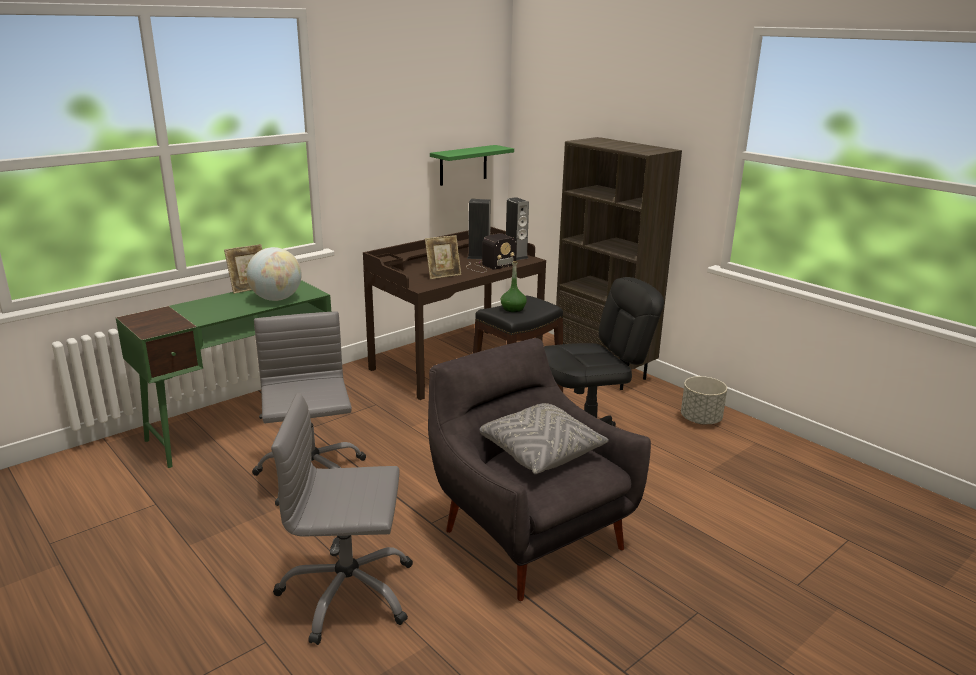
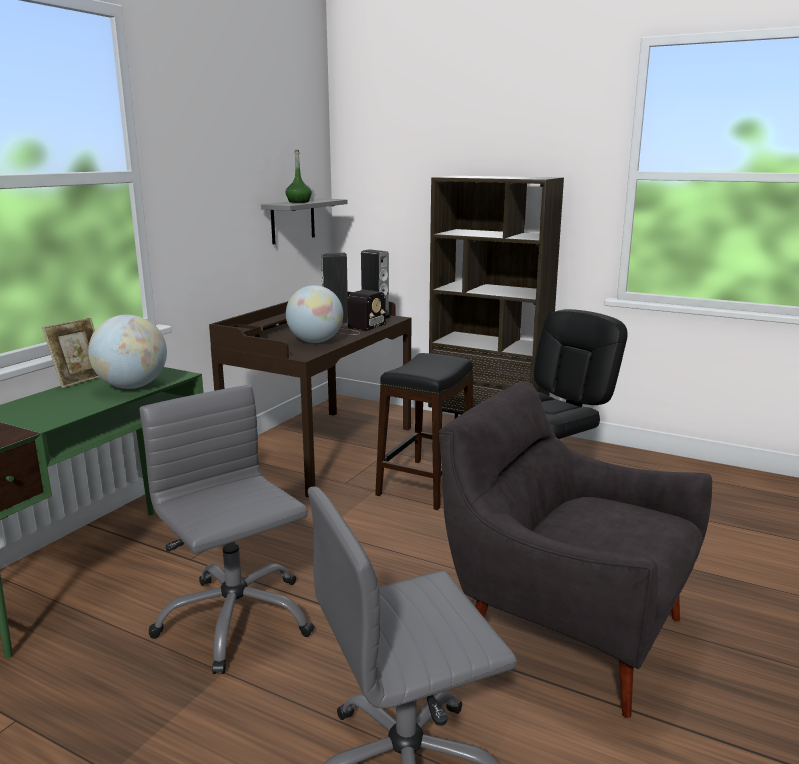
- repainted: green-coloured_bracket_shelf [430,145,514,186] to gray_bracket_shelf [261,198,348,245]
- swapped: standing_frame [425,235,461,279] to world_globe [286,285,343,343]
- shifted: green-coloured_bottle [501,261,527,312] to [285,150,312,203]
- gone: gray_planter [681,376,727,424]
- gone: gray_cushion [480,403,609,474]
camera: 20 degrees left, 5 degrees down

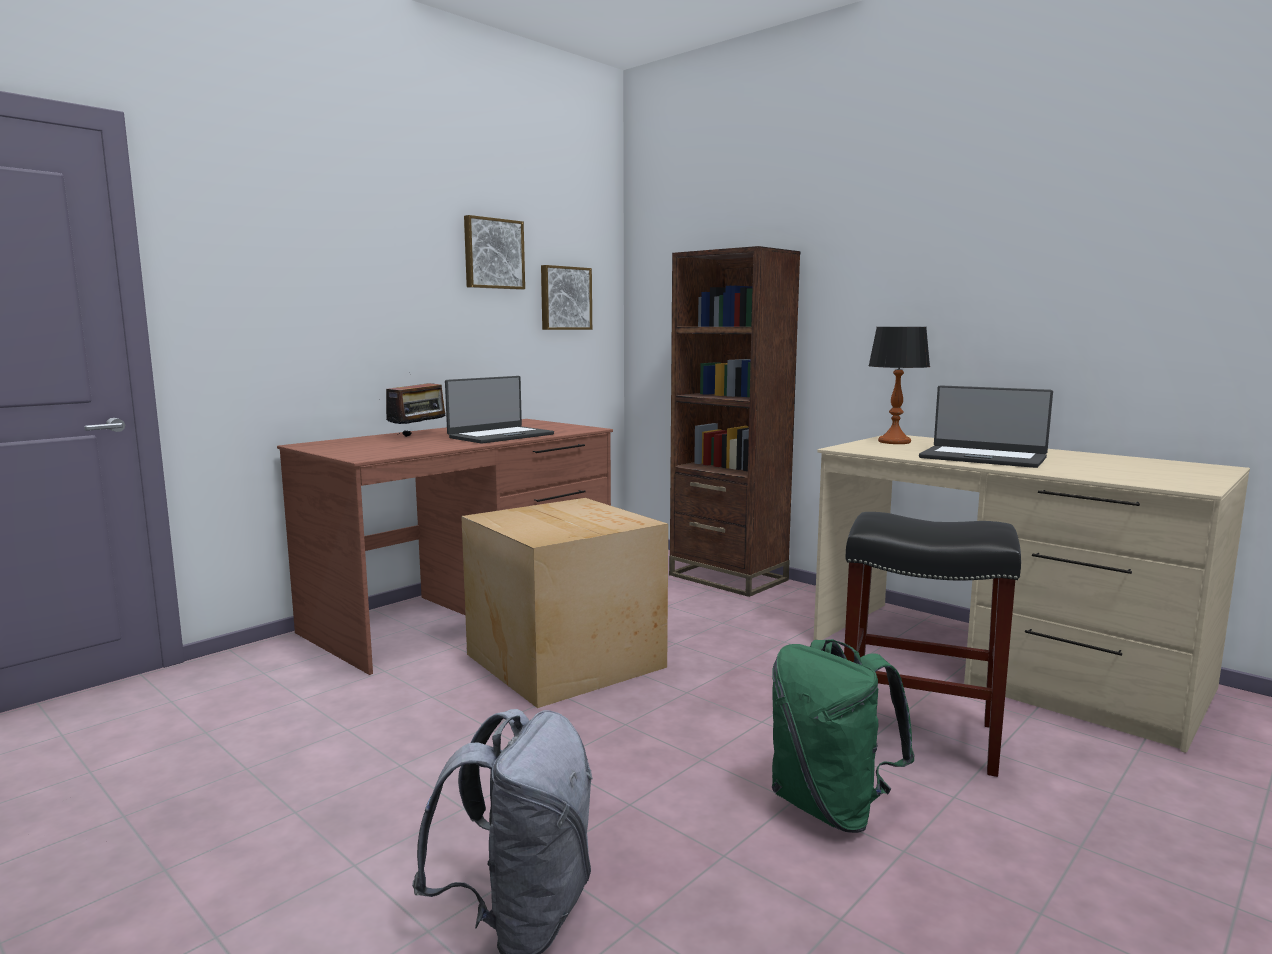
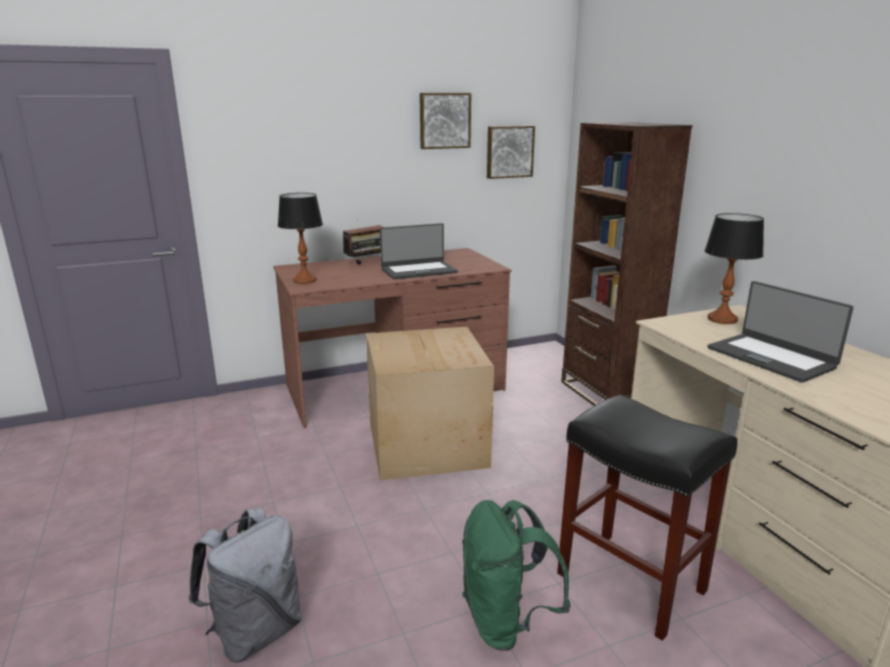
- new: tabletop_lamp [278,193,323,284]
camera: 25 degrees right, 10 degrees up

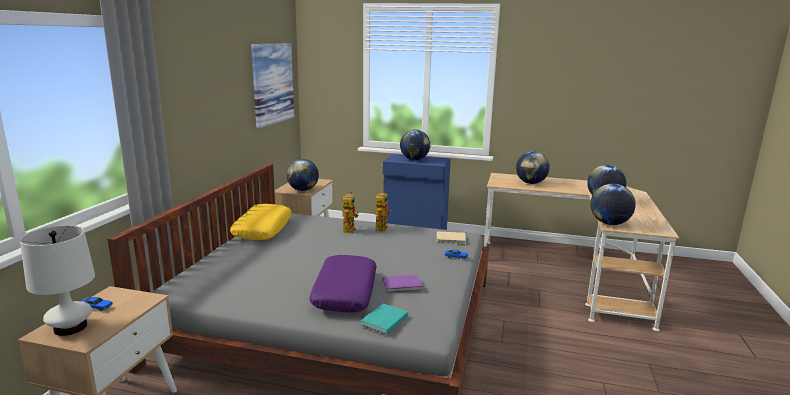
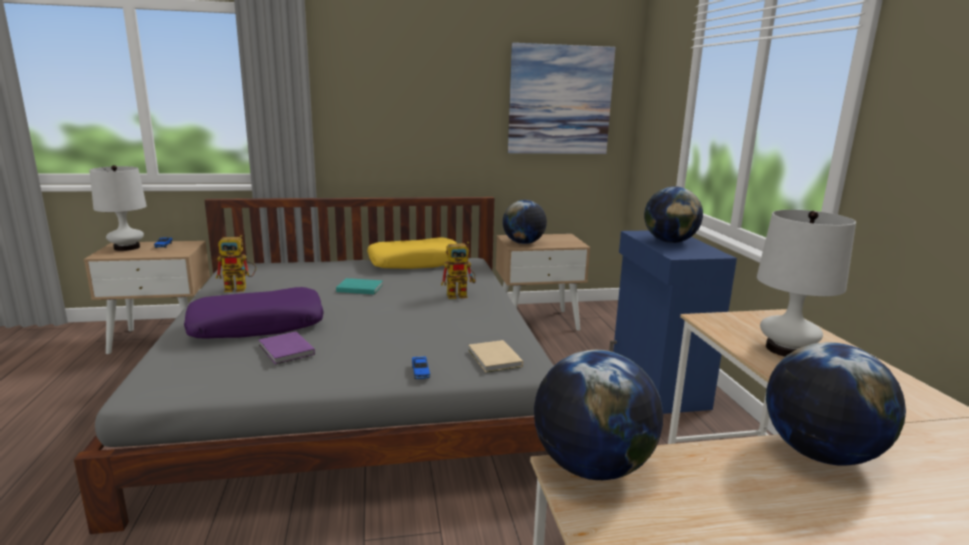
- swapped: world_globe [516,151,550,184] to whitish_tabletop_lamp [757,210,856,357]
- shifted: toy_robot [375,190,391,232] to [216,235,256,292]
- shifted: turquoise-coloured_volume [361,304,408,334] to [336,278,383,295]
camera: 65 degrees right, 0 degrees up

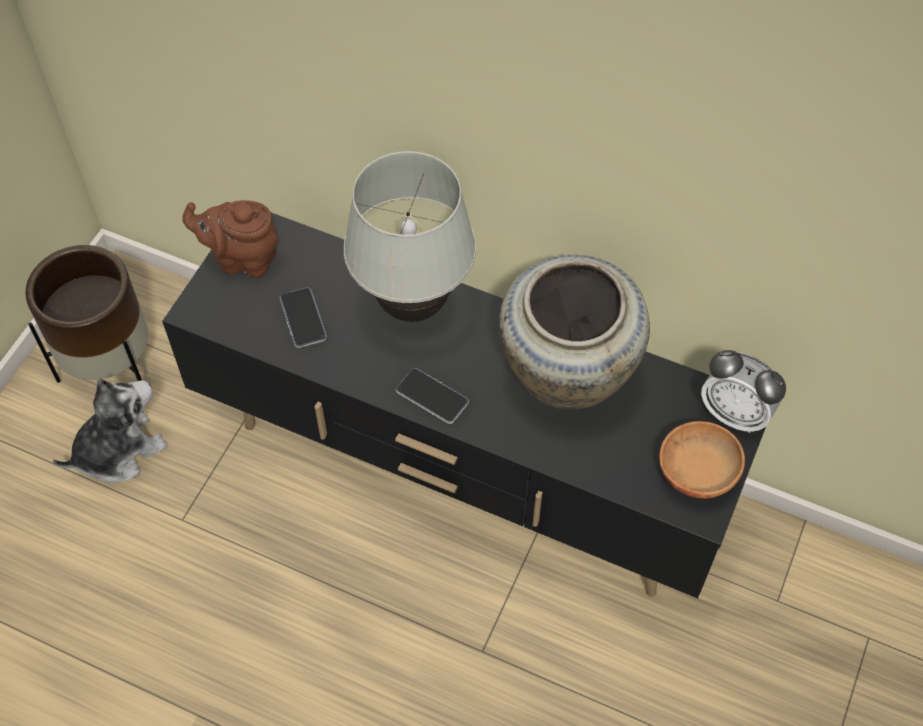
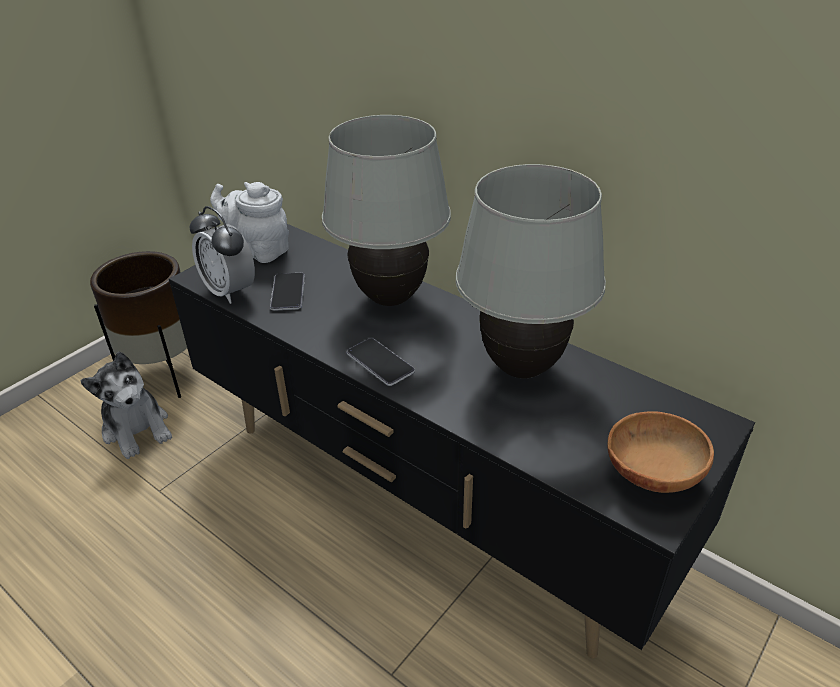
- repainted: brown_pot_for_tea [183,200,279,278] to whitish_pot_for_tea [210,182,289,263]
- swapped: beige_flower_vase [499,254,650,410] to whitish_tabletop_lamp [456,164,606,378]
- shifted: table_clock [701,350,786,434] to [189,206,255,304]
- rotated: cuddly_toy [53,378,167,483] = [80,352,172,459] 75 degrees clockwise
camera: 15 degrees right, 20 degrees down

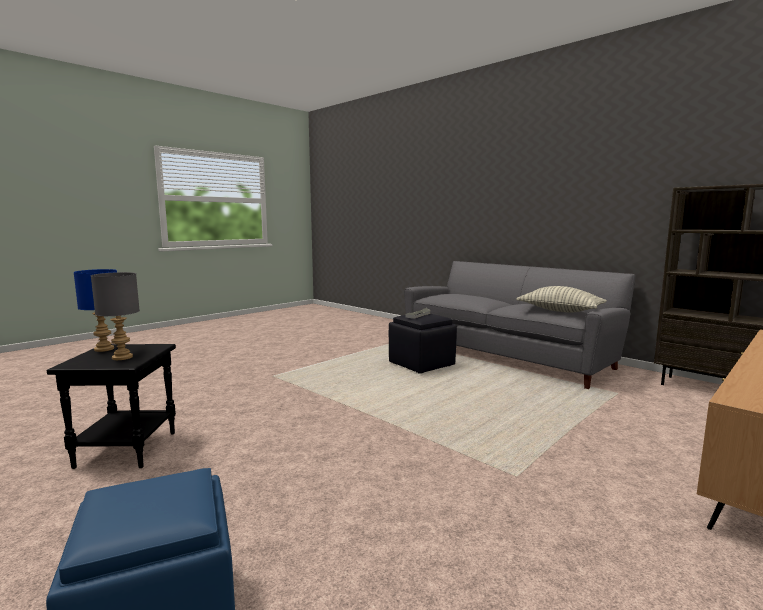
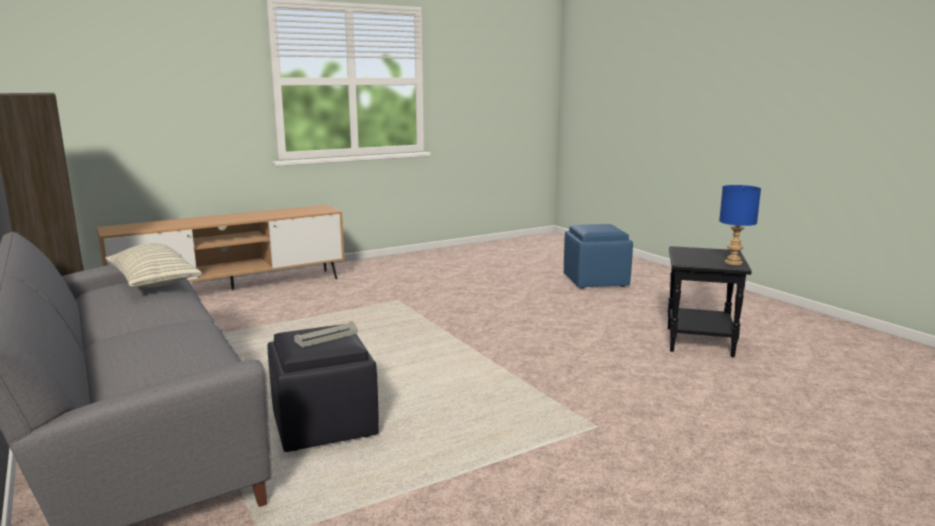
- gone: gray_tabletop_lamp [91,272,140,360]
camera: 165 degrees left, 5 degrees up

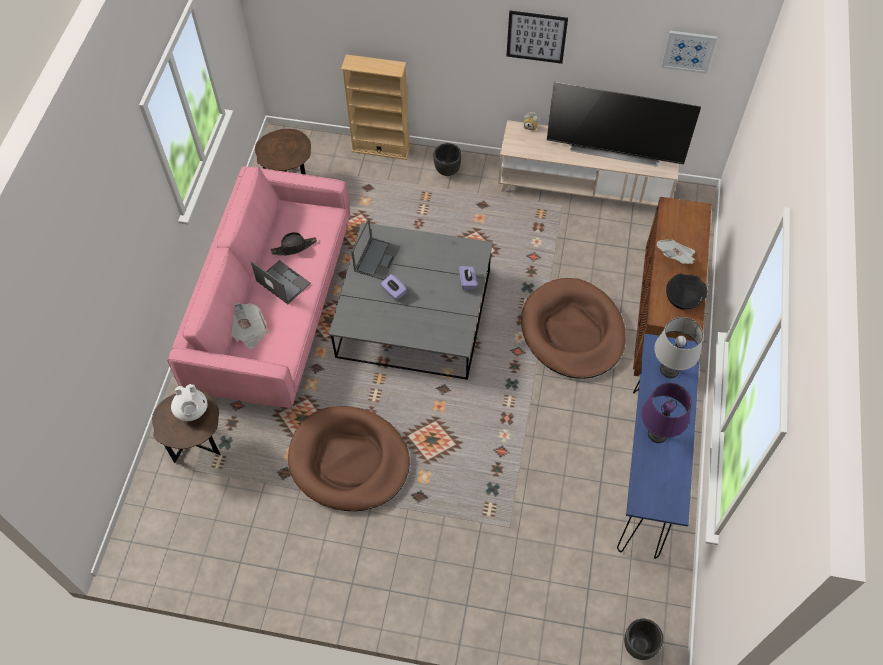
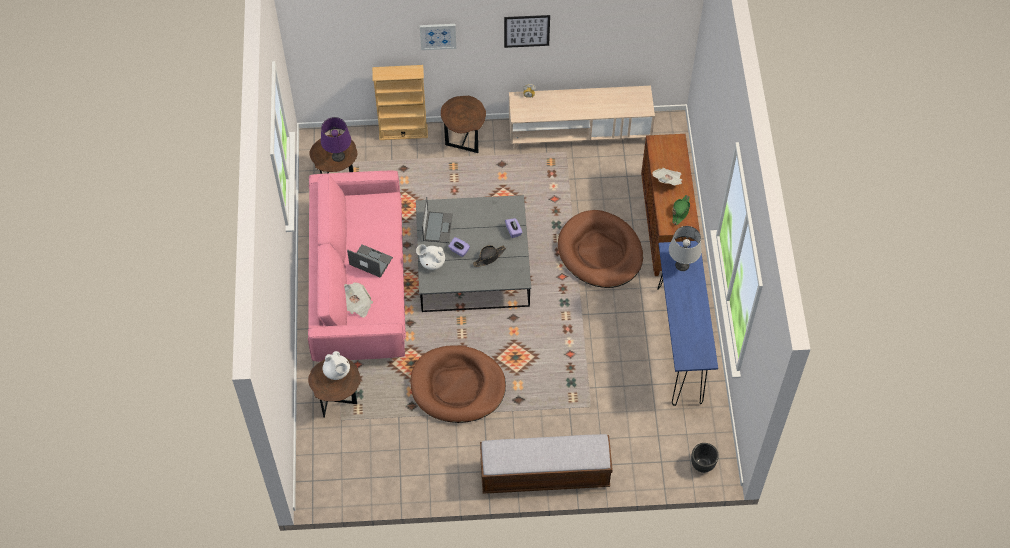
- shifted: wall_picture [661,31,717,74] to [420,24,456,50]
- gone: TV_set [547,82,701,167]
- swapped: black_planter [434,143,462,176] to brown_side_table [441,96,486,153]
- shifted: black_clothing_hat [271,232,317,256] to [473,245,506,267]
- swapped: black_deep_dish [666,273,707,310] to green-coloured_clothing_hat [673,195,690,225]
- shifted: purple_tabletop_lamp [641,383,692,443] to [321,117,351,162]
- new: whitish_pot_for_tea [416,244,445,270]
- new: long_seat [480,434,613,494]
camera: 15 degrees left, 0 degrees up

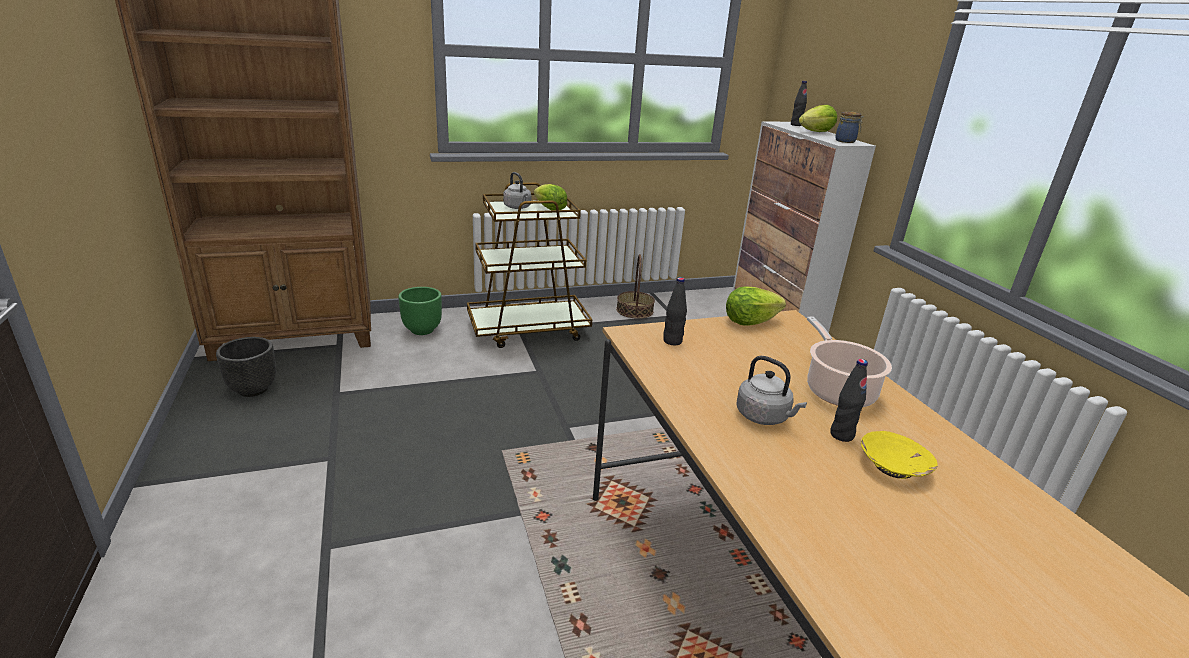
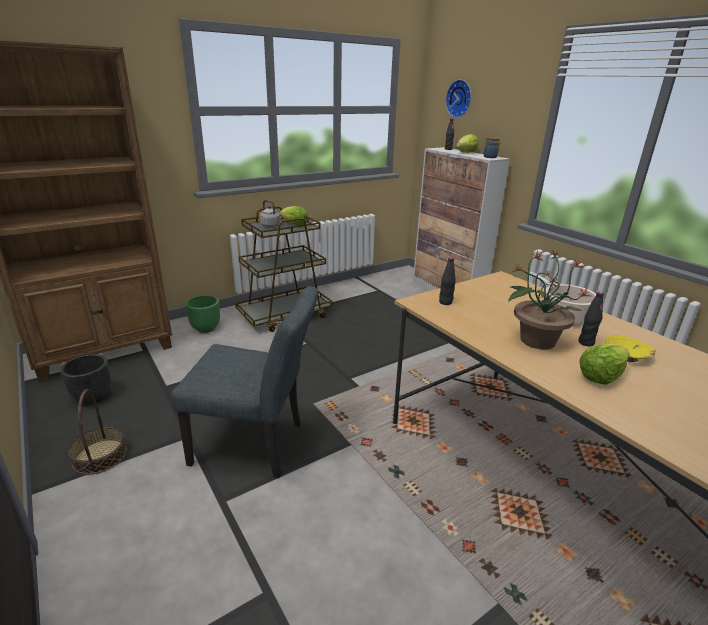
- shifted: household_basket [616,254,655,319] to [68,389,127,475]
- shifted: head_of_lettuce [726,286,786,326] to [579,344,630,385]
- swapped: gray_kettle [737,356,807,425] to potted_plant [508,250,590,350]
- new: hanging_clock [446,79,471,118]
- new: gray_chair [171,286,318,478]
camera: 15 degrees left, 0 degrees up

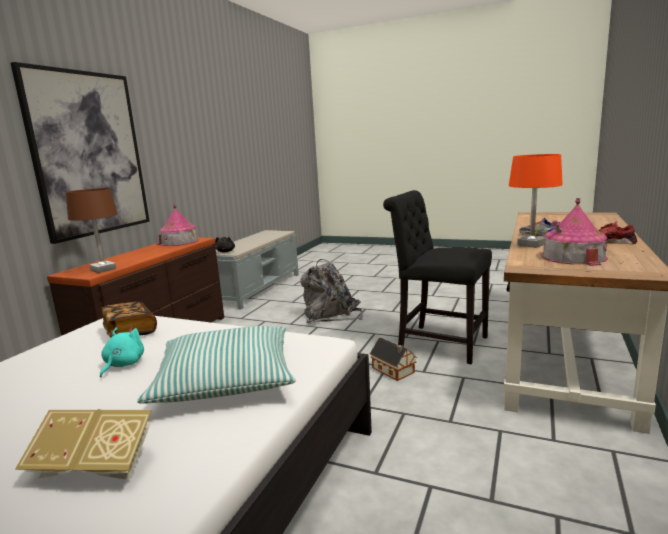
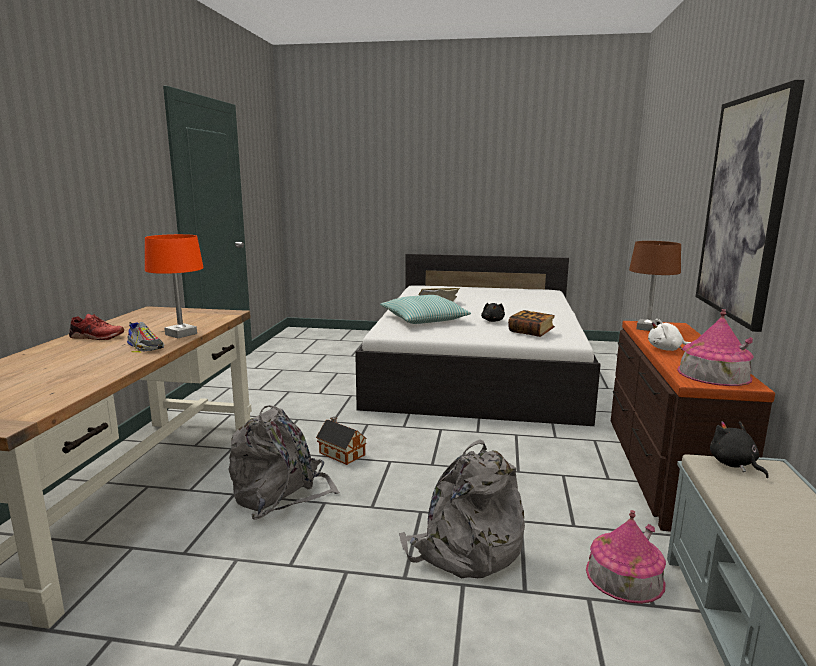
- swapped: black_chair [383,190,492,364] to gray_backpack [228,405,340,520]
- shifted: miniature_house [541,198,608,266] to [586,510,666,604]
- repainted: turquoise-coloured_cuddly_toy [100,326,144,377] to black_cuddly_toy [481,303,505,322]
- new: whitish_cuddly_toy [648,319,691,351]
camera: 165 degrees right, 0 degrees up

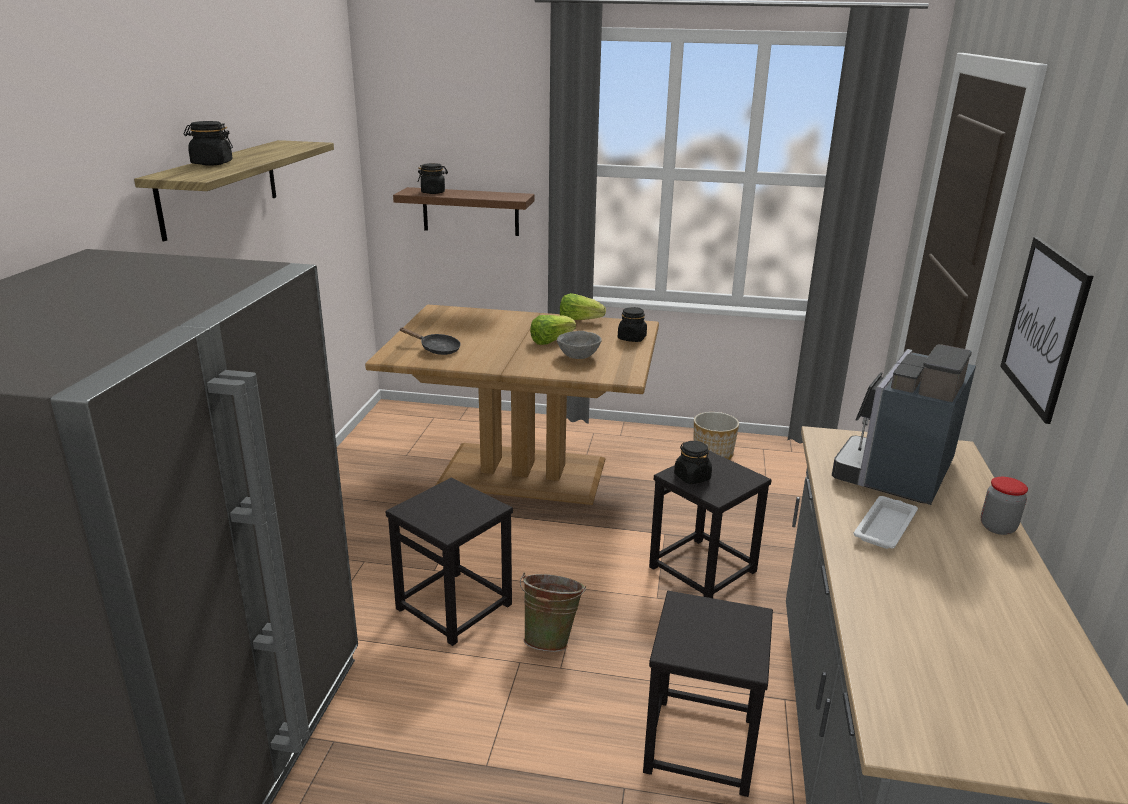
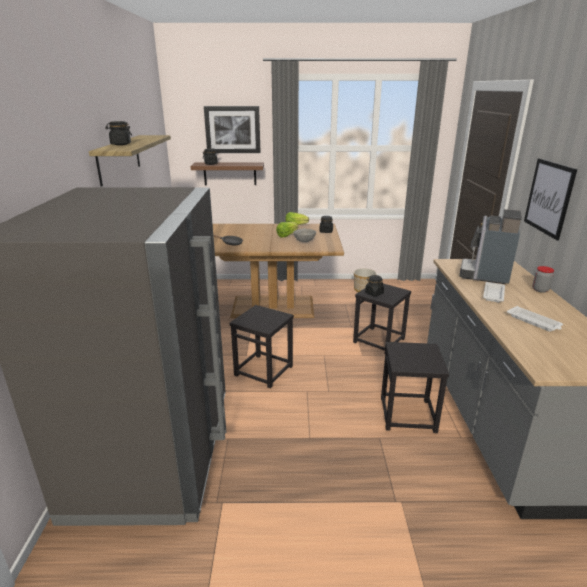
- gone: green-coloured_bucket [520,572,586,652]
- new: wall_picture [204,106,261,153]
- new: whitish_carrying_tray [507,306,563,331]
camera: 10 degrees left, 0 degrees up

